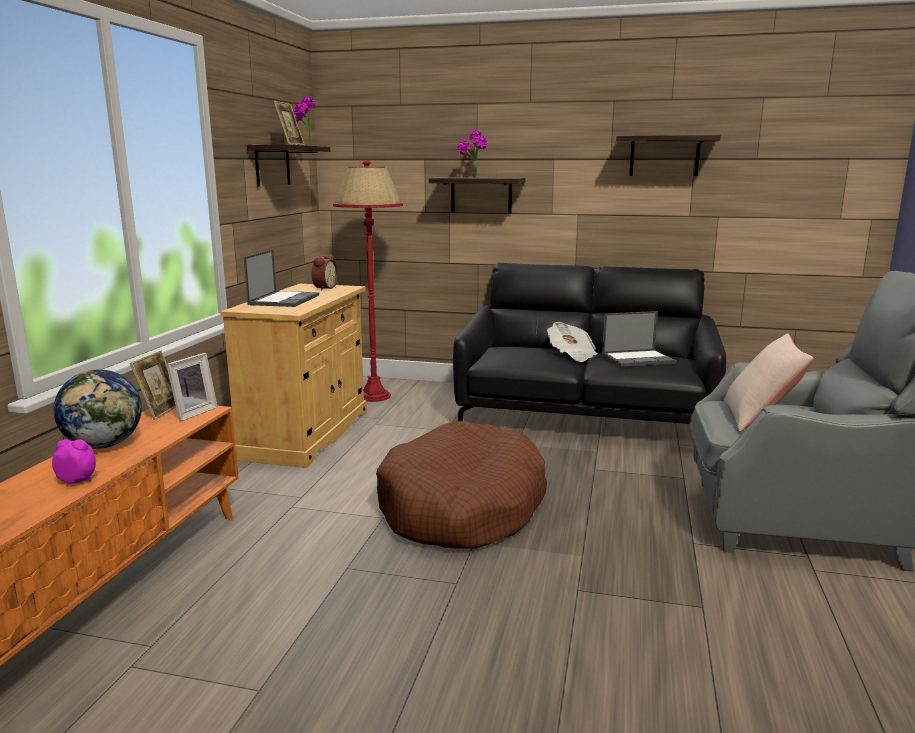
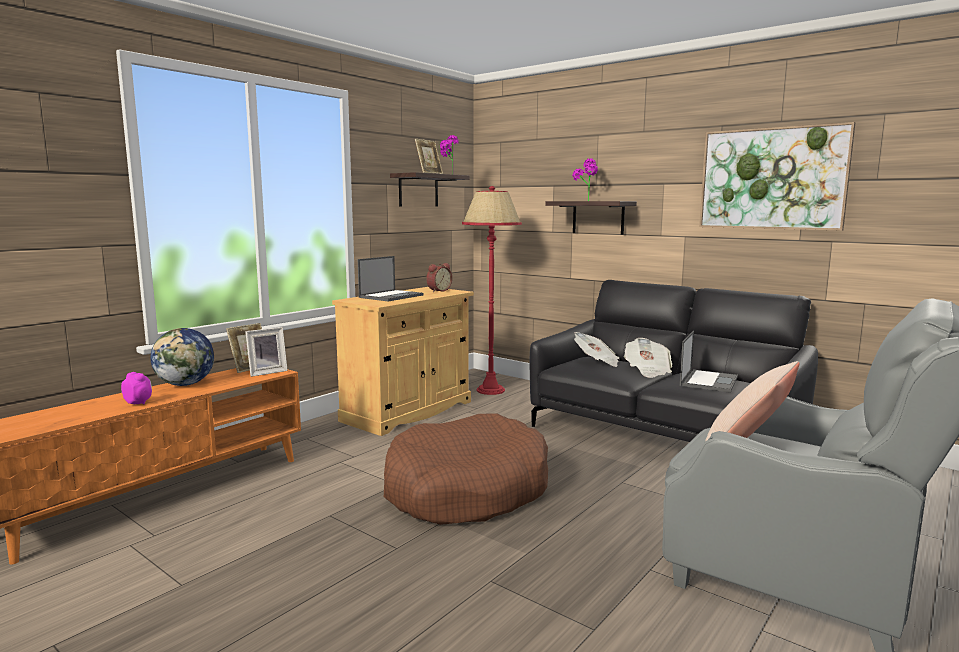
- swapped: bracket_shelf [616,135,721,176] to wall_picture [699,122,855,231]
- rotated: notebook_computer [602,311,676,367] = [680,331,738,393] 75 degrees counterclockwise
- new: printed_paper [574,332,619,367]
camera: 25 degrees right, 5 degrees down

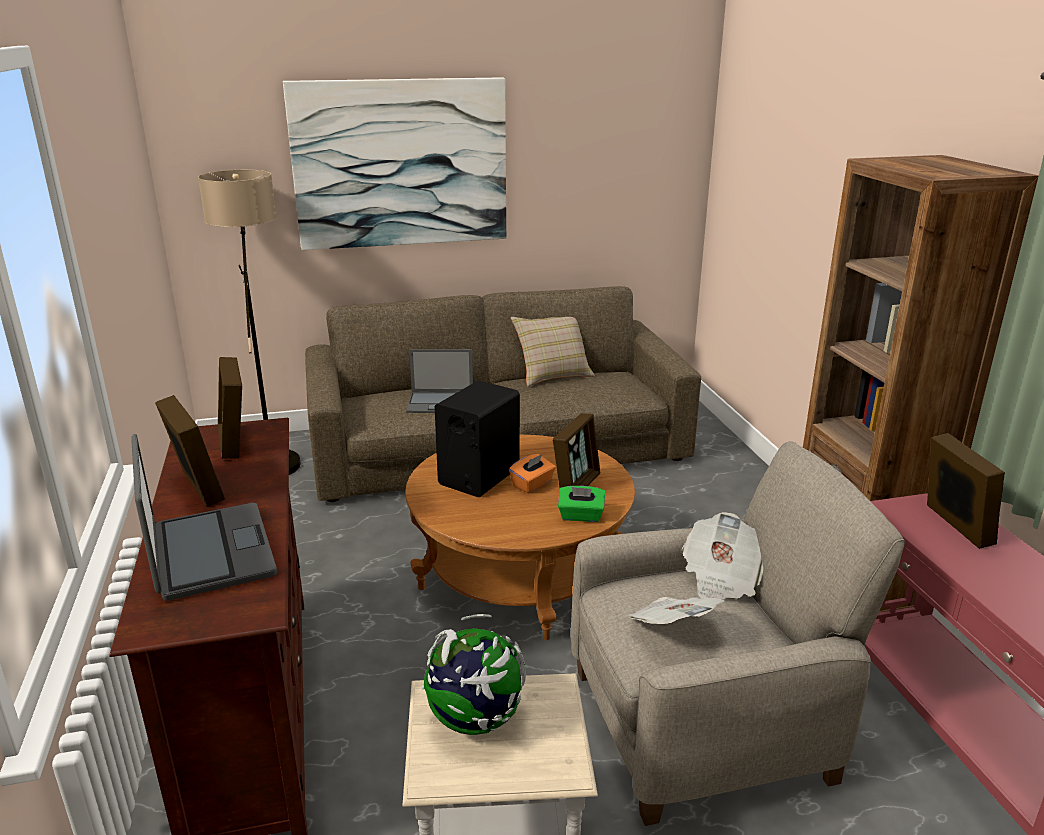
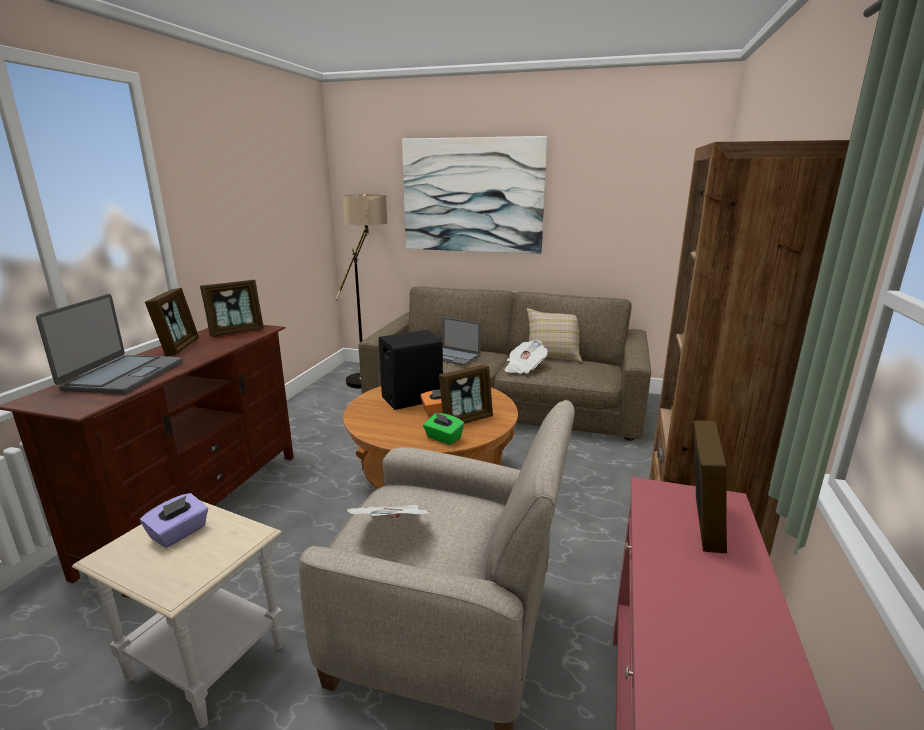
- rotated: standing_frame [218,357,242,459] = [200,280,264,337] 135 degrees counterclockwise
- shifted: printed_paper [682,512,763,600] to [505,340,548,373]
- swapped: world_globe [422,614,526,735] to purple_box_of_tissues [140,493,208,548]
camera: 30 degrees right, 5 degrees down

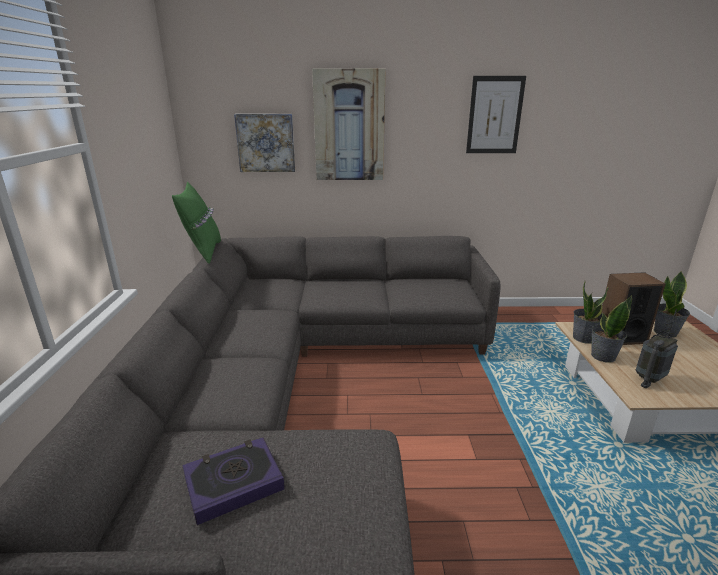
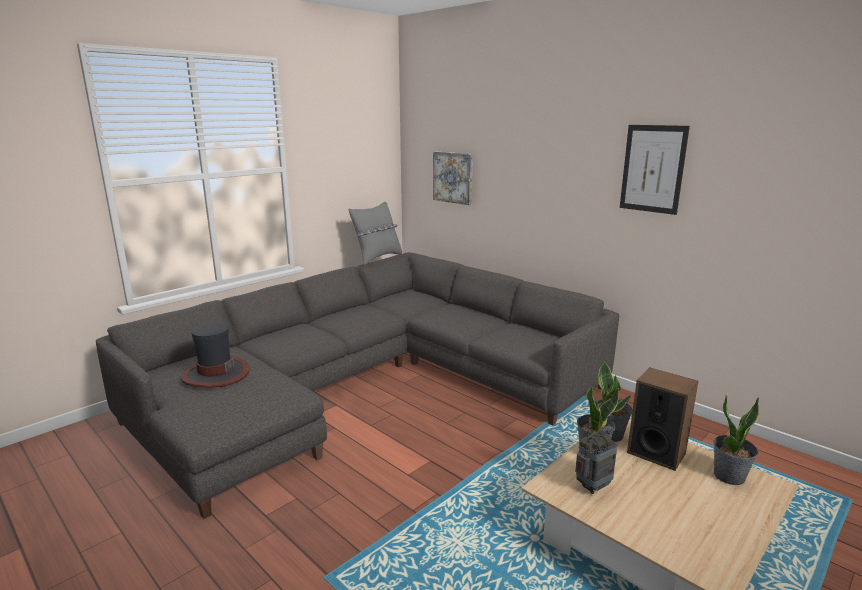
- gone: wall_picture [312,69,386,180]
- repainted: green-coloured_cushion [172,182,221,264] to gray_cushion [349,202,402,265]
- rotated: radio_receiver [636,309,678,388] = [575,415,617,494] 135 degrees clockwise
- swapped: volume [182,437,285,525] to clothing_hat [181,323,250,388]
camera: 45 degrees right, 5 degrees down

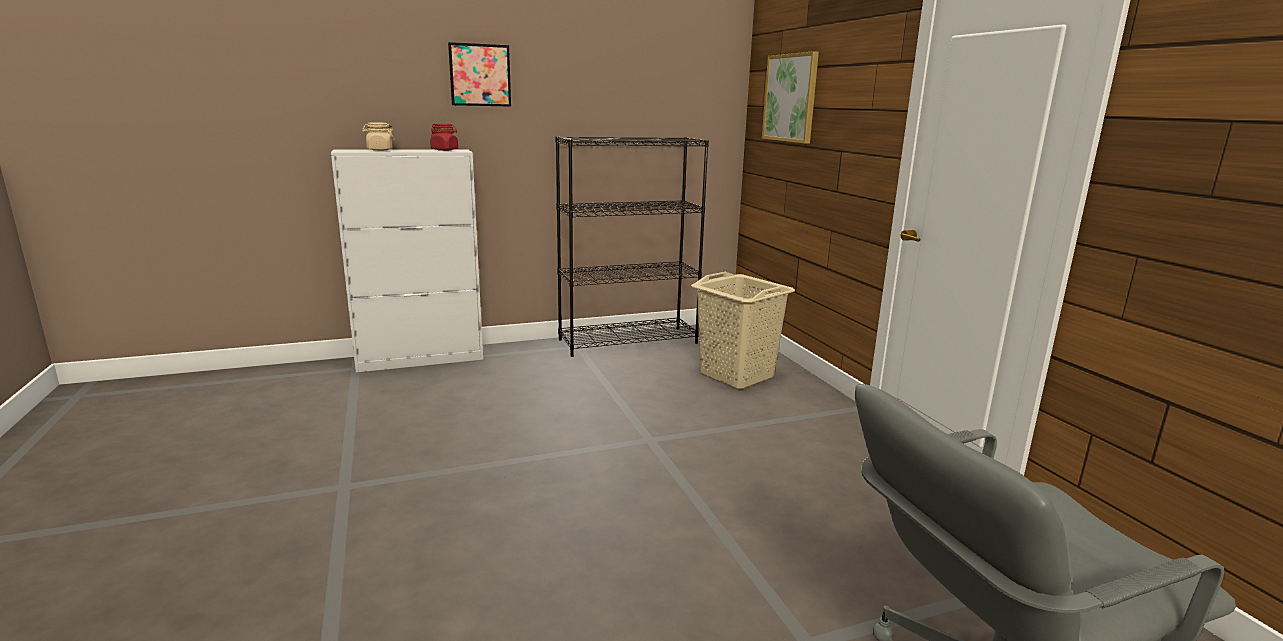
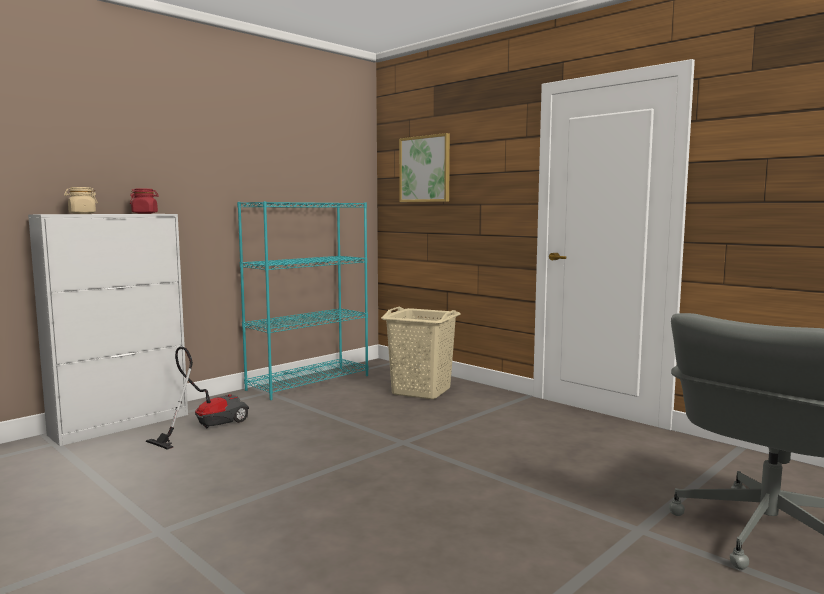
- gone: wall_picture [448,42,511,107]
- repainted: black_shelving_unit [555,136,709,357] to turquoise-coloured_shelving_unit [237,201,368,400]
- new: hoover [146,346,249,450]
camera: 25 degrees left, 10 degrees down

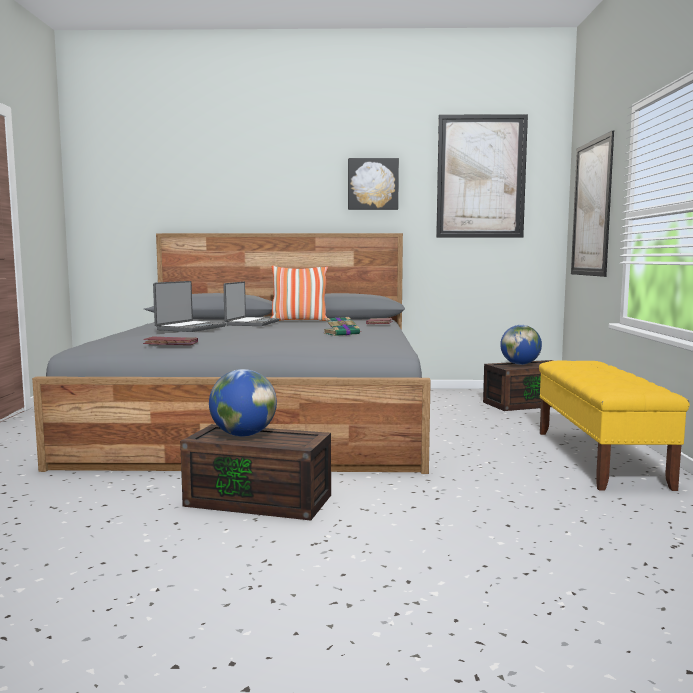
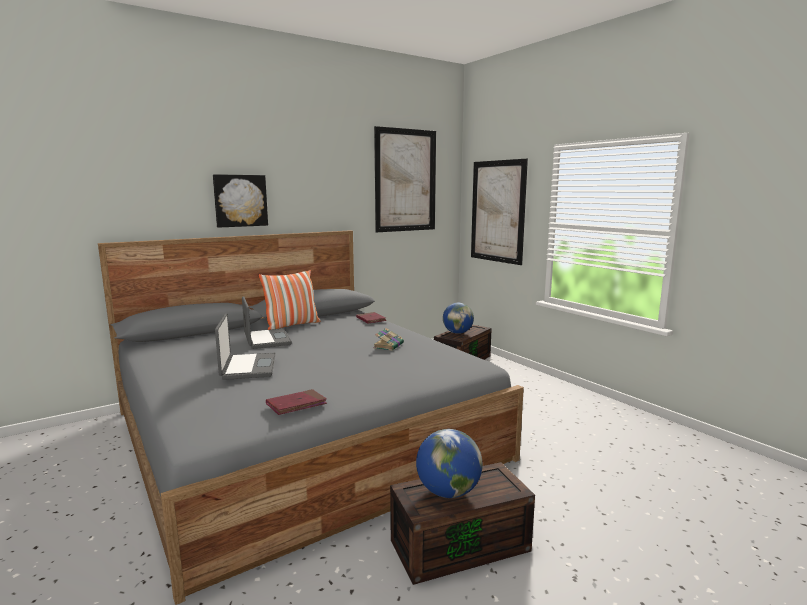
- shifted: wall_picture [348,158,399,210] to [213,174,268,228]
- gone: yellow_long_seat [539,360,690,491]
camera: 35 degrees left, 5 degrees up

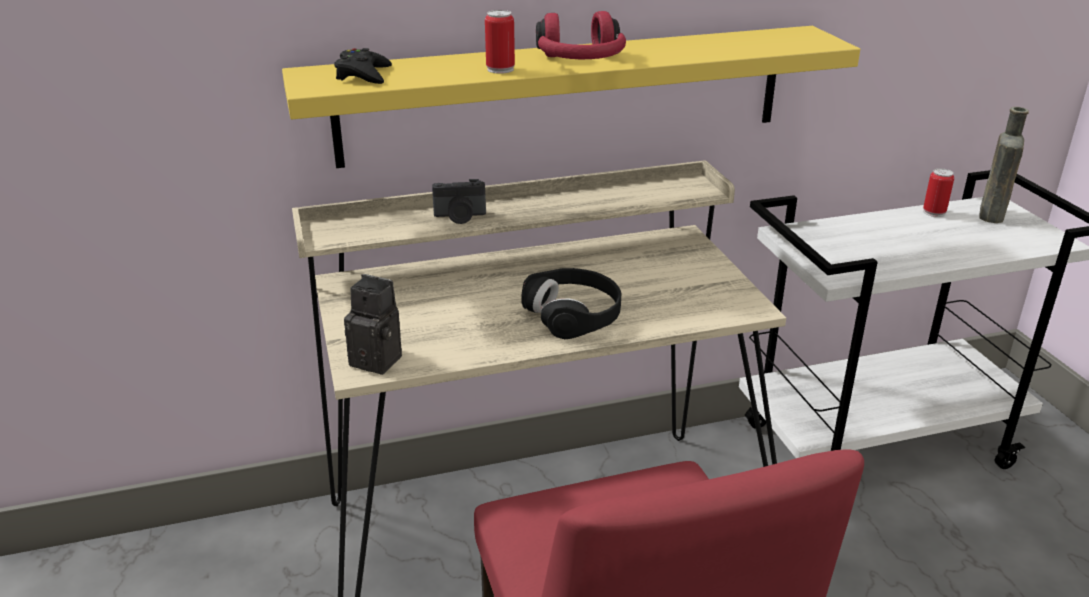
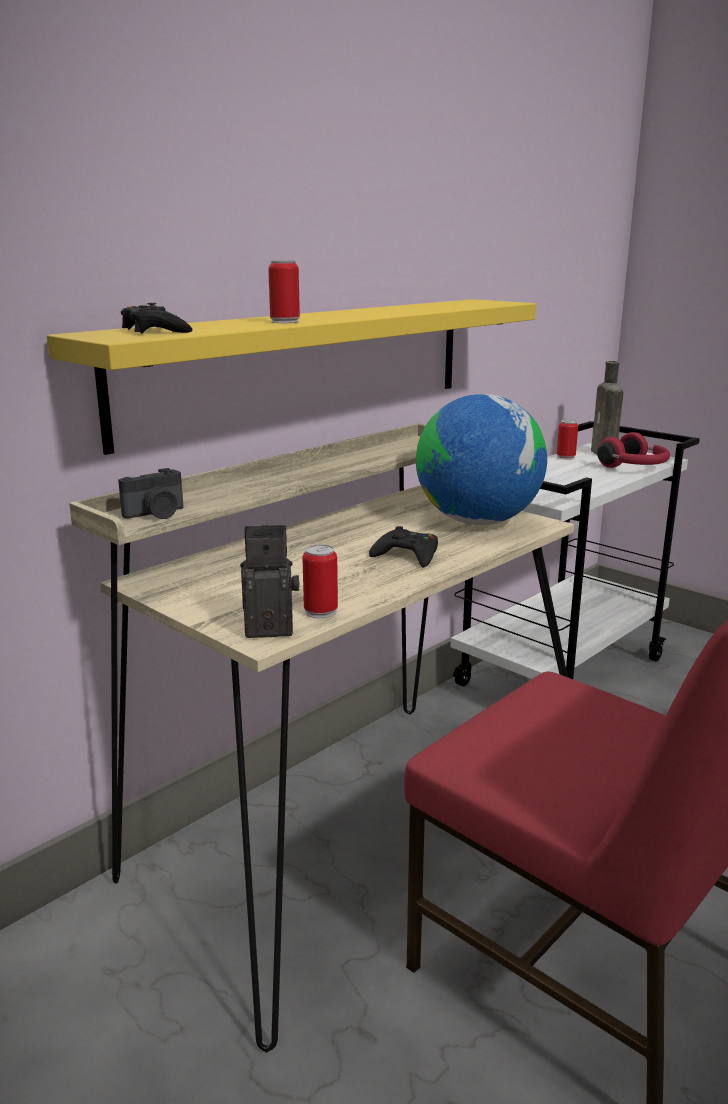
- shifted: red-coloured_headphones [536,11,626,59] to [597,432,670,468]
- shifted: still_camera [432,179,486,224] to [118,468,183,519]
- swapped: black_headphones [521,268,621,339] to black_game_controller [369,526,438,568]
- new: world_globe [416,394,547,525]
- new: metal_can [303,544,338,618]
camera: 30 degrees left, 10 degrees down

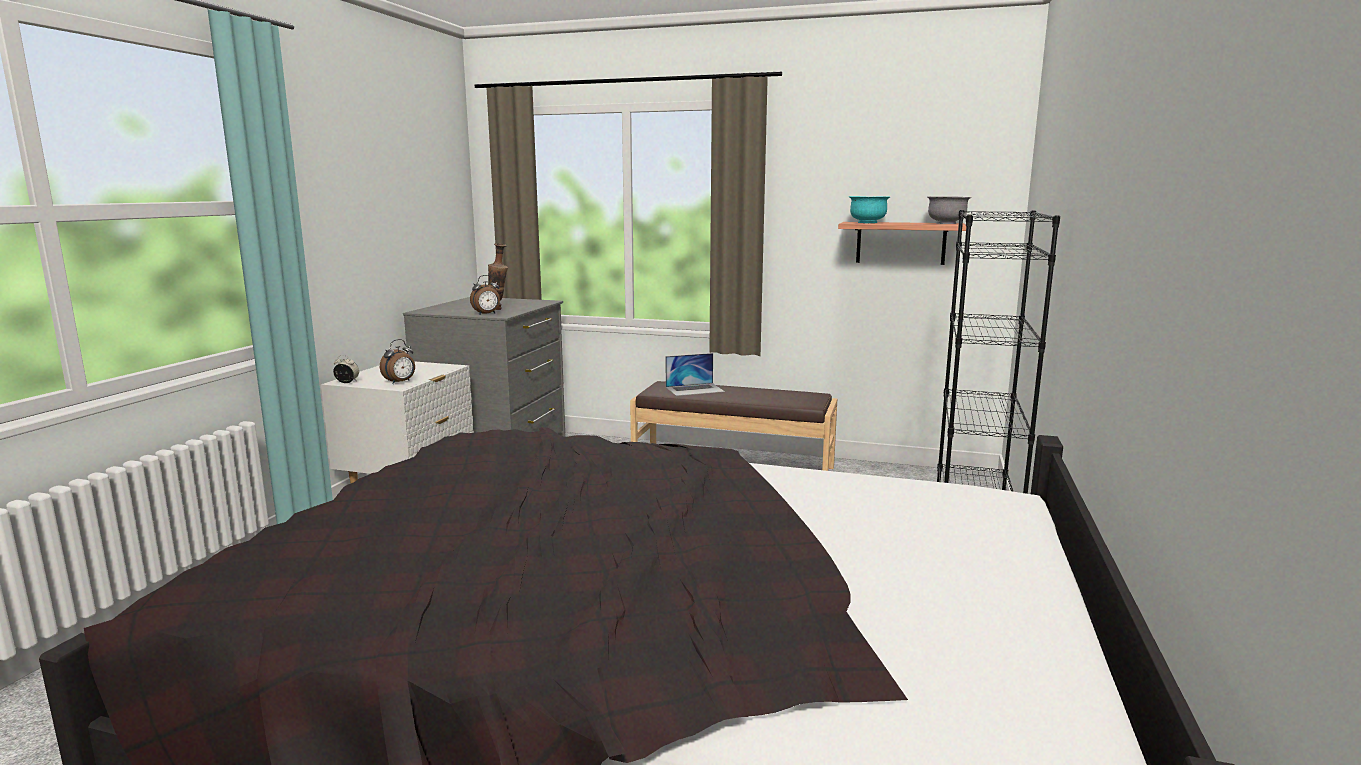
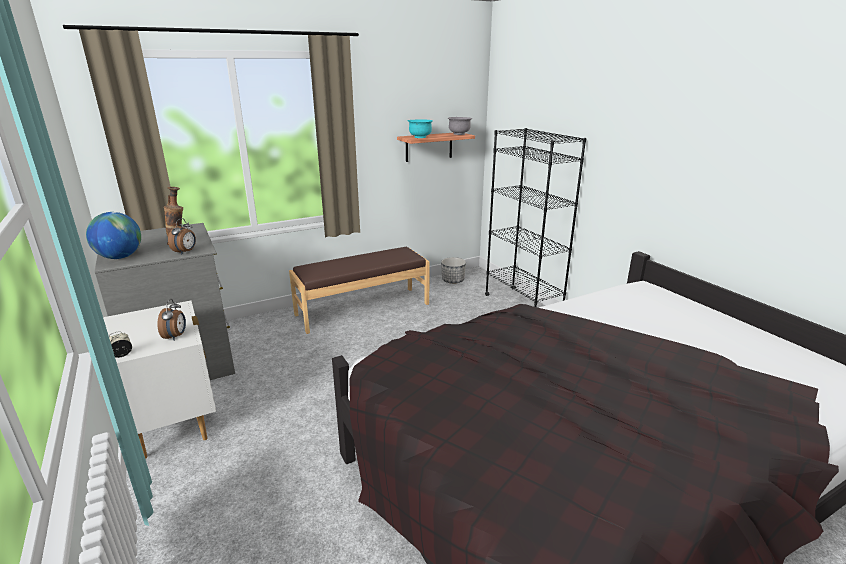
- gone: notebook_computer [666,353,725,396]
- new: world_globe [86,212,141,259]
- new: planter [441,257,466,284]
camera: 45 degrees left, 10 degrees up

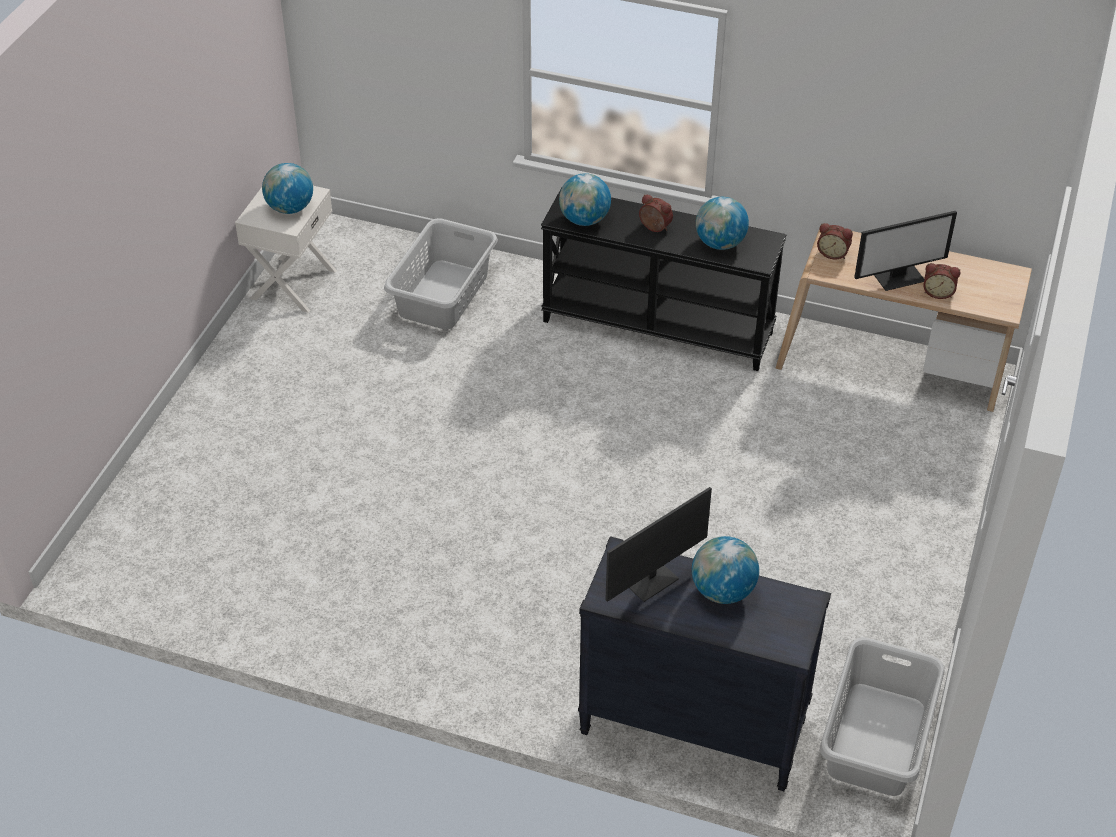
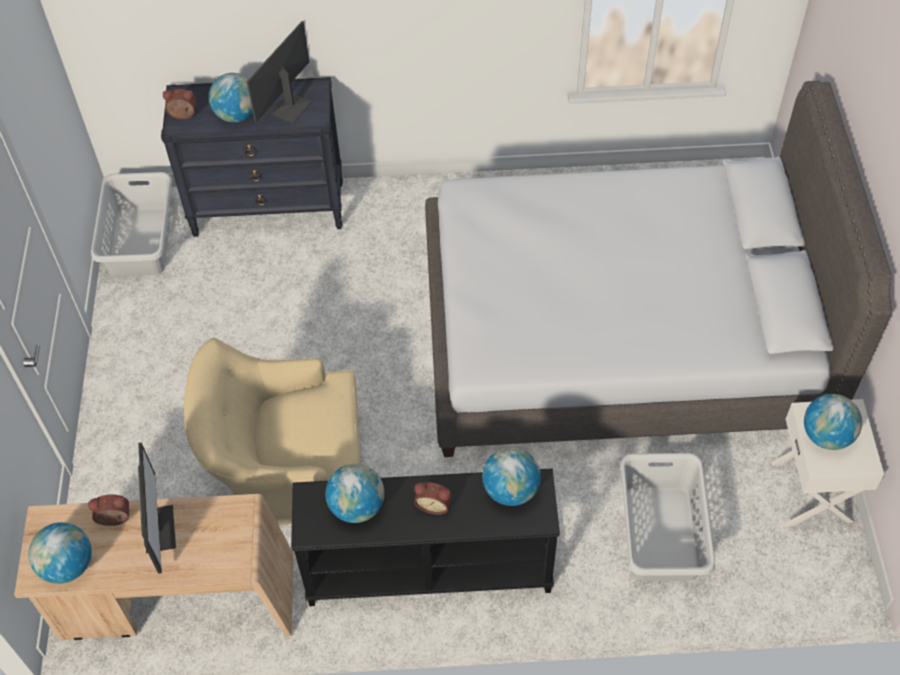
- rotated: computer_screen [854,211,957,291] = [138,442,176,574] 120 degrees clockwise
- shifted: table_clock [817,223,853,259] to [163,89,196,120]
- new: gray_bedroom_bed [425,81,892,457]
- new: beige_lounge_chair [184,338,360,526]
- new: world_globe [28,522,92,584]
camera: 160 degrees right, 10 degrees up

